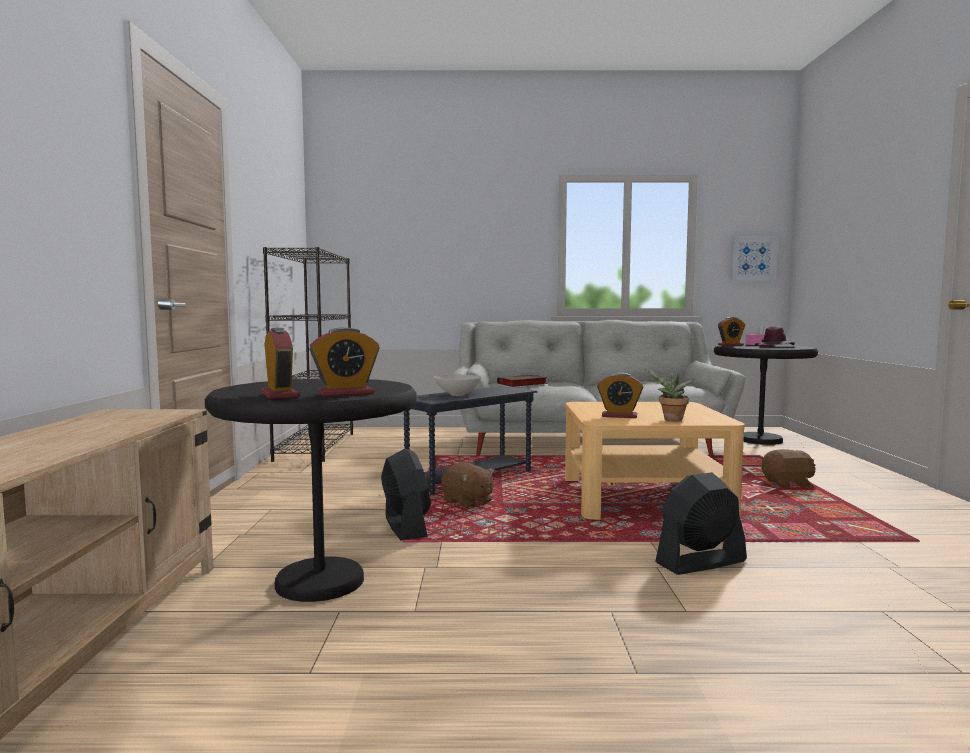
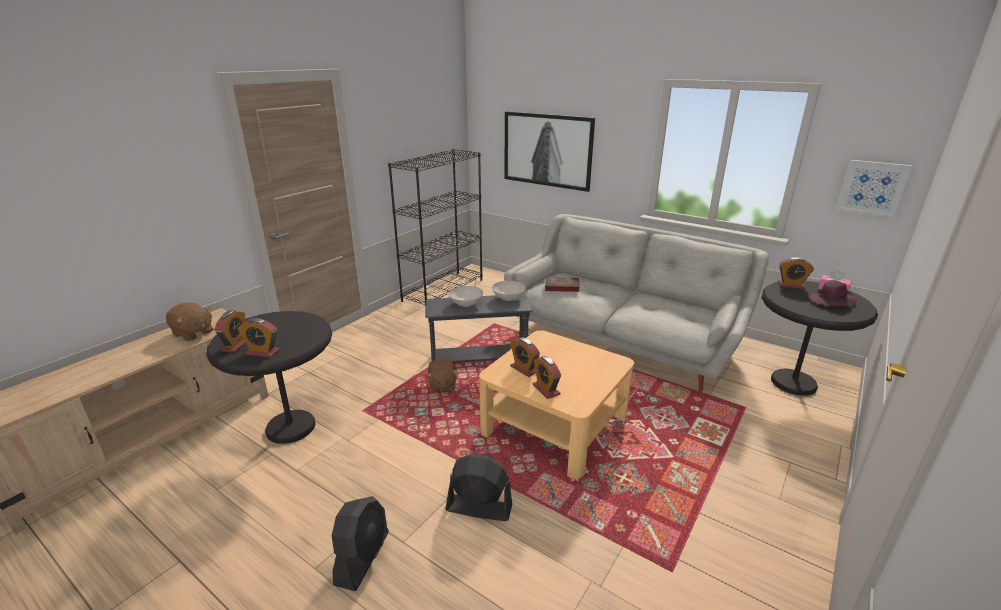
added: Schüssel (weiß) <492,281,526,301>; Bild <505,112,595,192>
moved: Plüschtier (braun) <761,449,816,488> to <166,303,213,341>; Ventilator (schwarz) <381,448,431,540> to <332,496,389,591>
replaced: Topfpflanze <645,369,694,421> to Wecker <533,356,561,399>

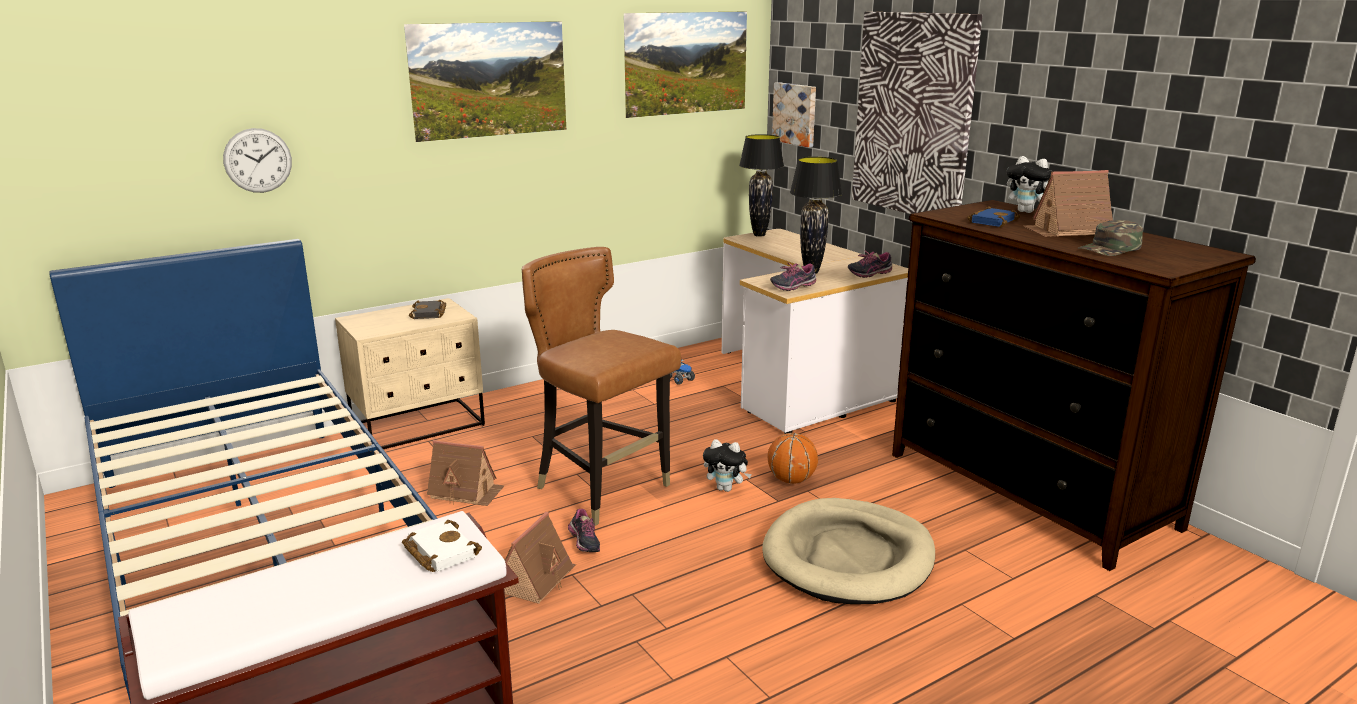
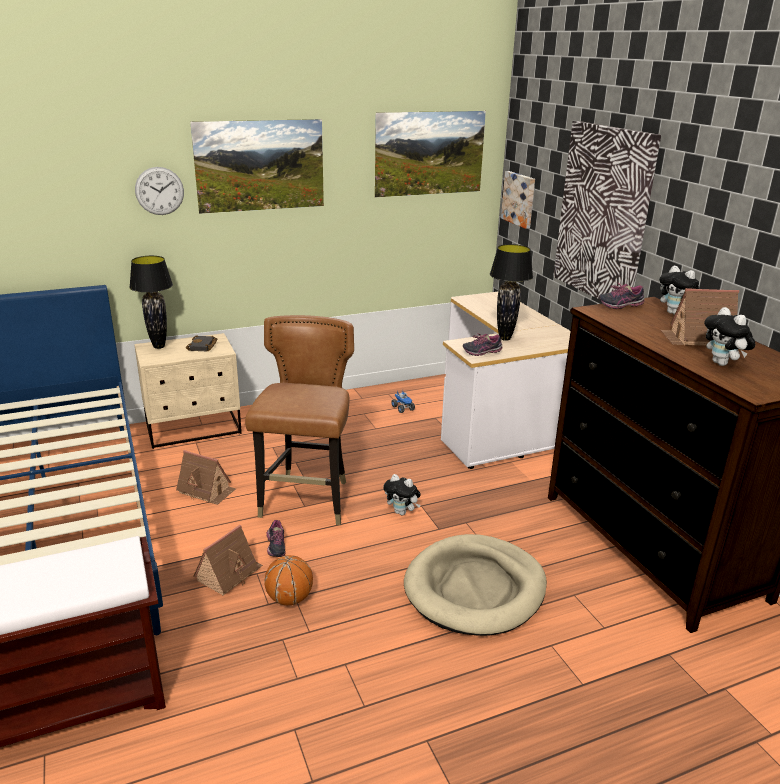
removed: Buch (weiß) <402,520,482,572>; Buch (blau) <967,206,1021,227>
moved: Tischlampe (schwarz) <739,134,784,237> to <129,256,173,349>; Wanduhr <223,128,292,193> to <135,167,184,215>; Basketball <768,433,818,484> to <265,555,313,605>; Schuh <848,251,892,278> to <599,282,645,309>
replaced: Kappe (grün) <1078,220,1143,256> to Plüschtier <704,307,755,366>
turned: Stuhl (braun) <522,247,681,526> = <245,315,354,525> 45 degrees clockwise

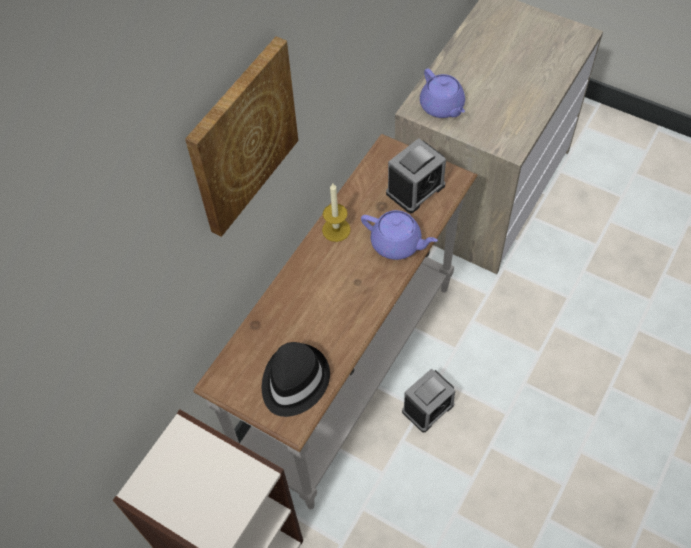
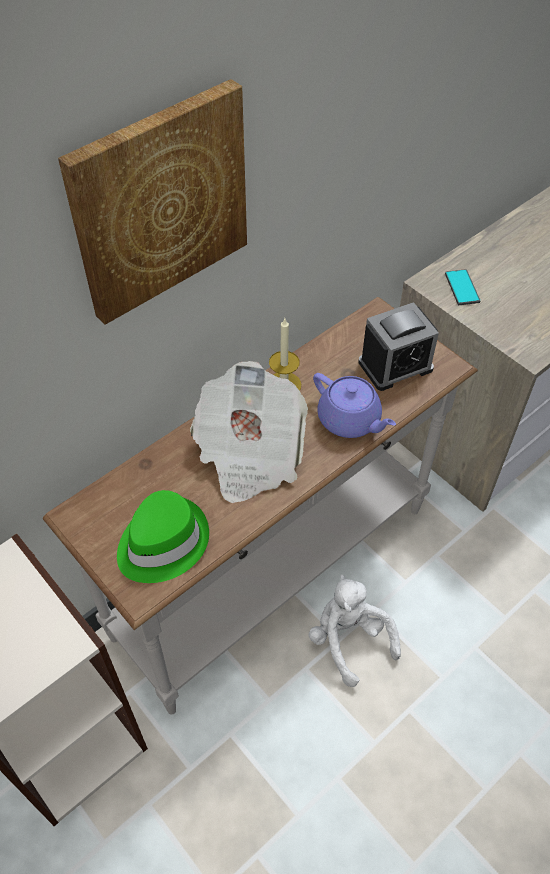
added: Zeitung <190,361,308,503>
replaced: Wecker <402,368,456,432> to Plüschtier (weiß) <308,574,401,687>; Teekanne (lila) <420,69,465,118> to Handy <445,269,481,305>
recoloured: Hut (schwarz) <262,342,330,417> to Hut (grün) <117,490,209,583>

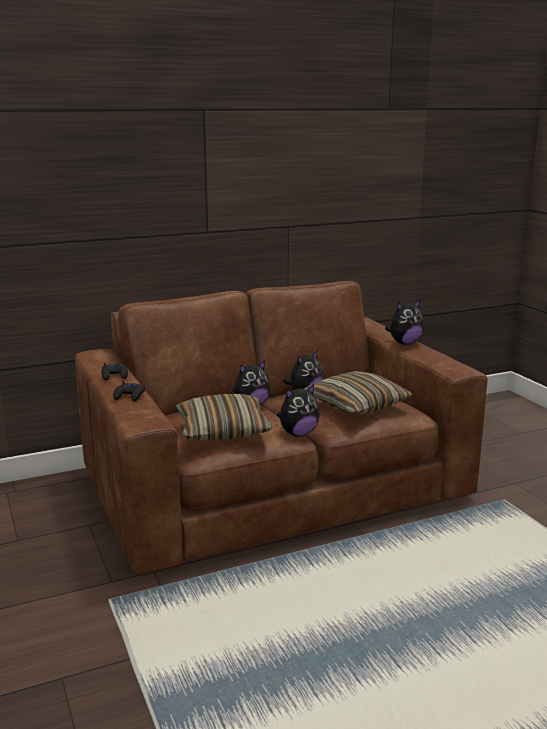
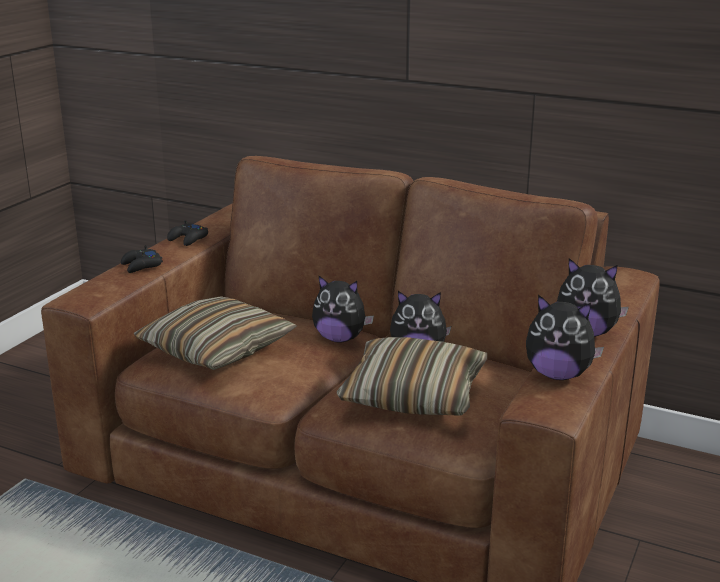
moved: Plüschtier <277,384,320,436> to <526,295,604,380>

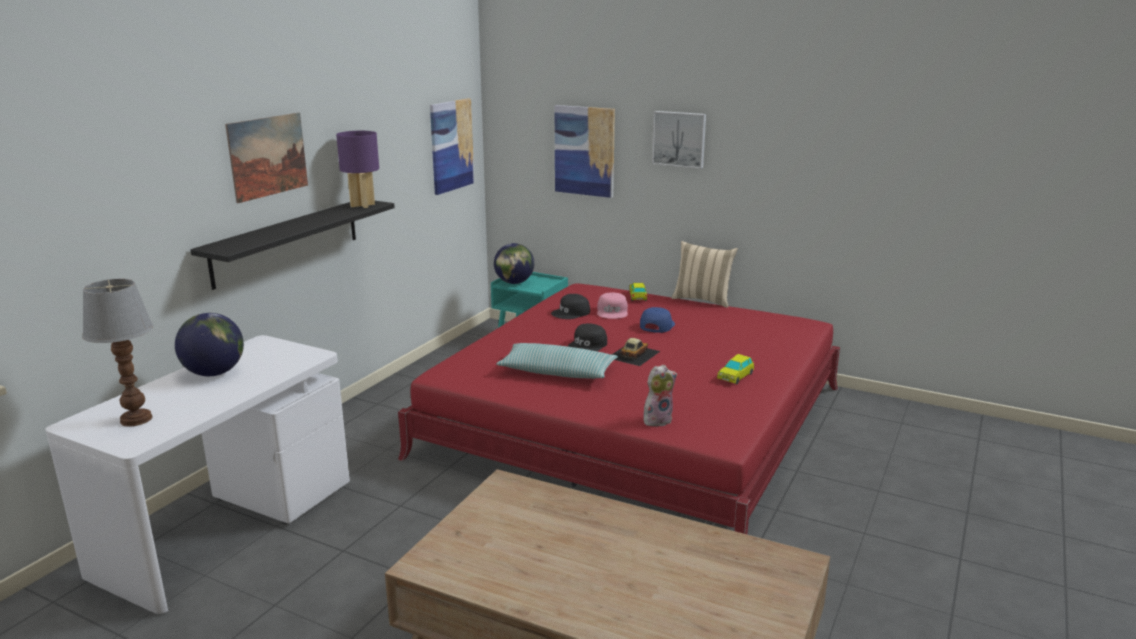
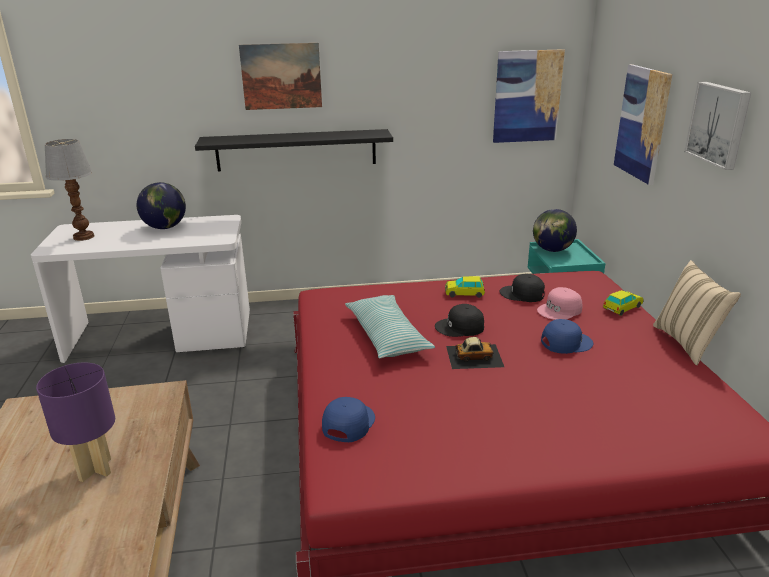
moved: Tischlampe (lila) <336,131,379,208> to <36,363,115,482>; Spielzeugauto <717,354,754,384> to <445,276,485,298>
replaced: Plüschtier <644,365,677,426> to Kappe (blau) <322,397,375,442>

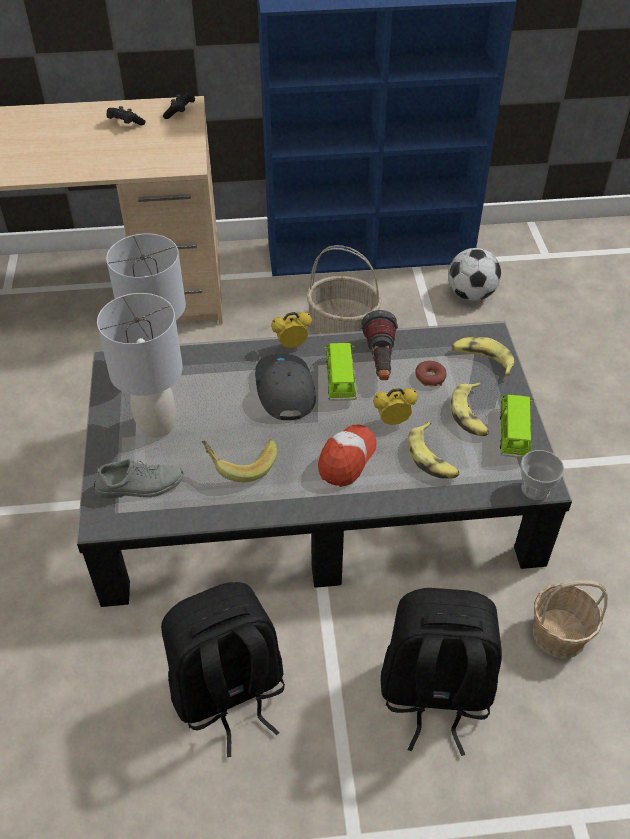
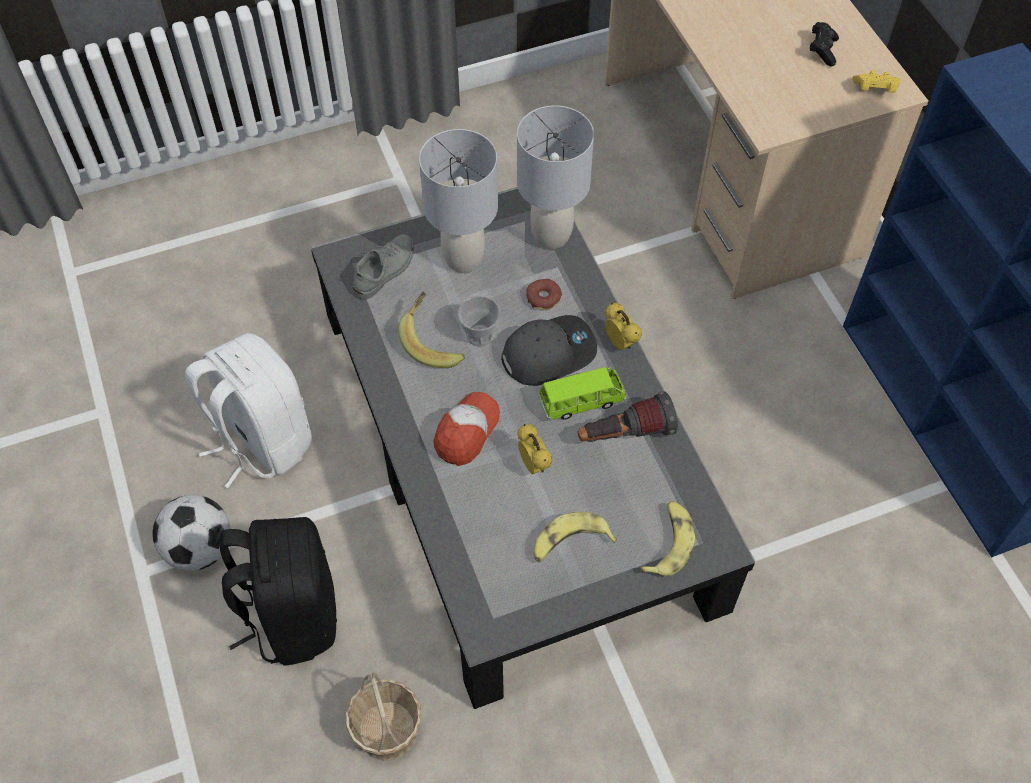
removed: Korb <306,245,382,334>; Banane <408,422,460,479>; Spielzeugauto (grün) <500,395,533,458>
moved: Fußball <448,248,501,301> to <153,495,231,571>; Tasse <520,450,565,500> to <458,296,501,347>; Donut <415,361,447,386> to <526,279,562,310>
recoloured: Rucksack (schwarz) <161,582,285,757> to Rucksack (weiß) <185,333,312,488>; Gamepad (schwarz) <163,92,195,119> to Gamepad (gelb) <852,70,901,93>
turned: Schuh (grau) <94,459,183,498> = <353,234,414,299> 120 degrees counterclockwise; Kappe <318,425,377,487> = <433,392,500,466> 75 degrees counterclockwise

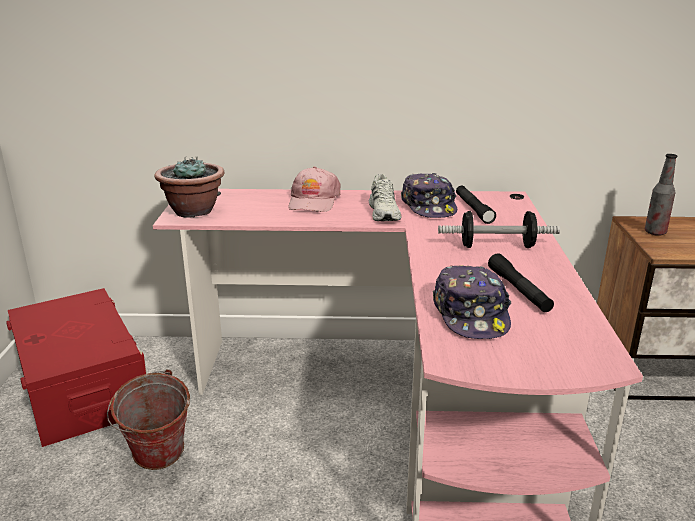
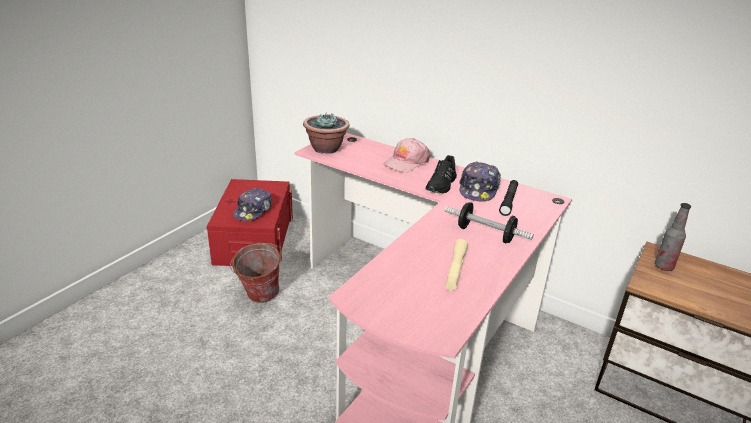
moved: Kappe <433,265,511,339> to <233,188,271,221>
recoloured: Schuh (weiß) <369,174,401,221> to Schuh (schwarz) <426,155,457,194>; Taschenlampe (schwarz) <488,253,554,312> to Taschenlampe (beige) <445,239,468,291>

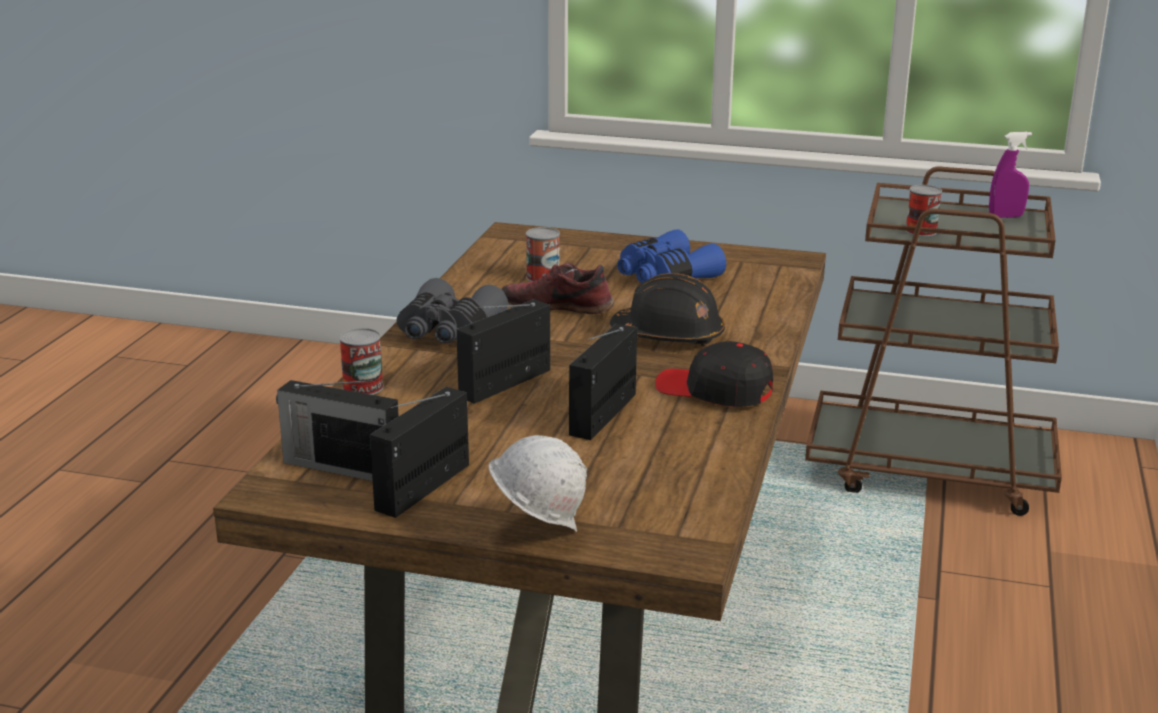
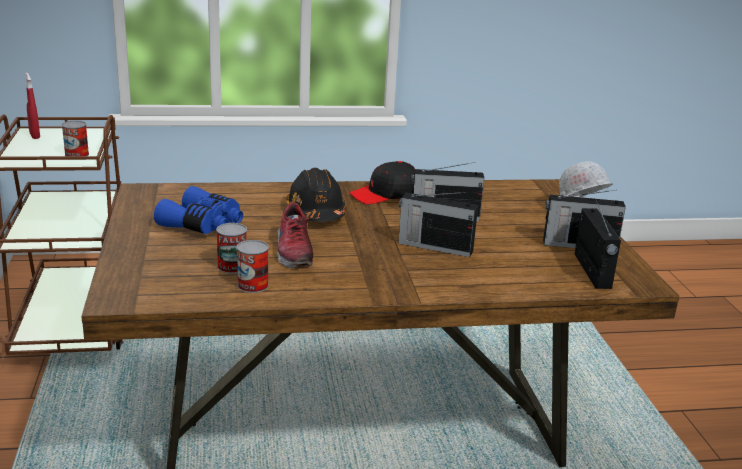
removed: Fernglas (grau) <397,278,508,343>
moved: Dose <339,328,384,395> to <237,240,269,293>
recoloured: Sprühflasche (lila) <989,132,1032,218> to Sprühflasche (rot) <25,72,40,139>
turned: Kappe (schwarz) <655,341,773,407> = <350,161,415,204> 60 degrees clockwise

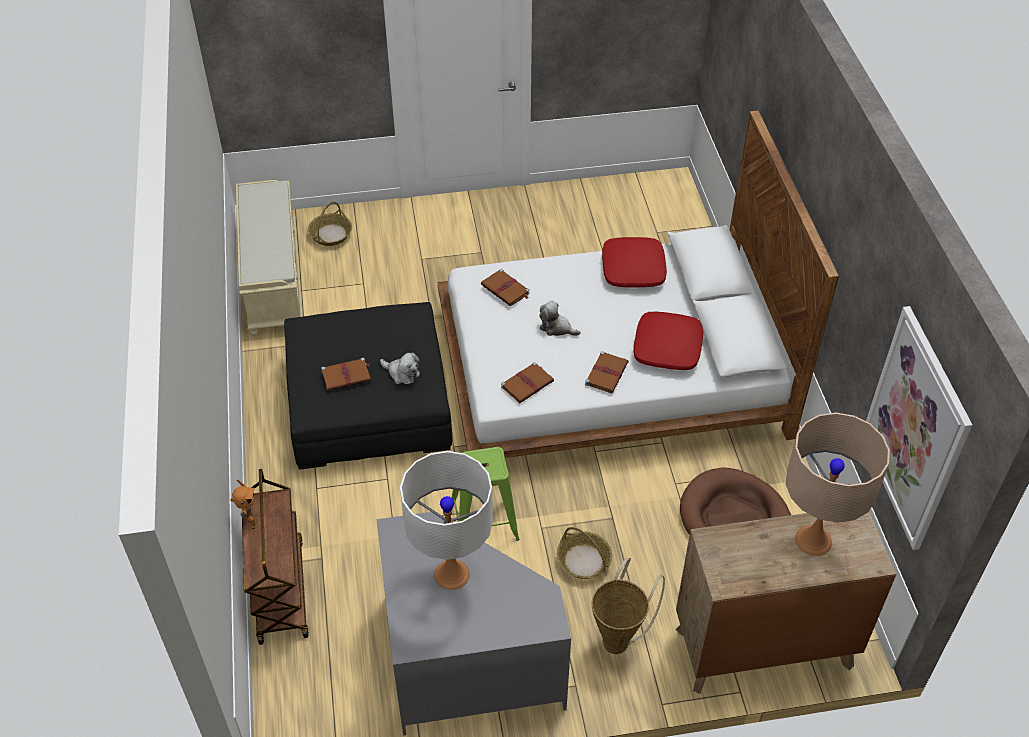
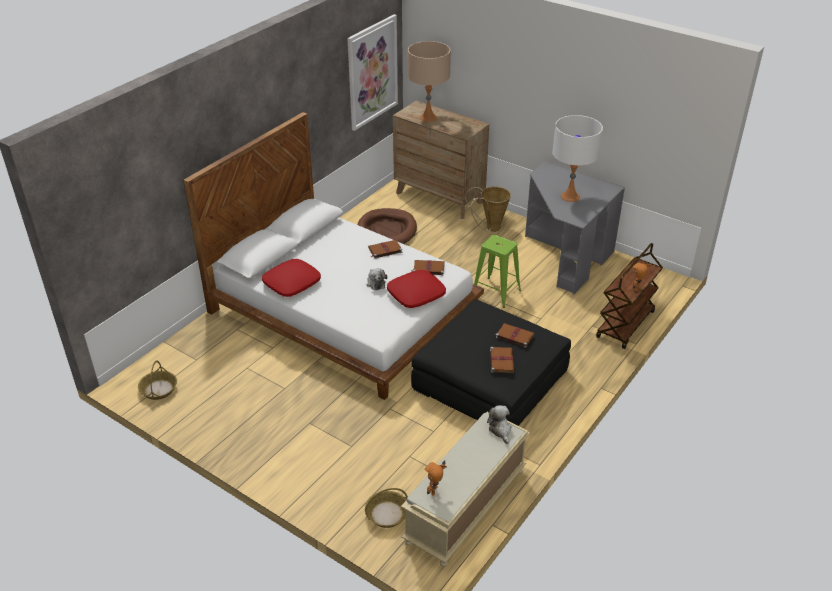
added: Spielzeugroboter <424,460,447,496>
moved: Korb <557,527,612,579> to <138,361,177,400>; Kissen (rot) <633,312,703,370> to <387,270,446,308>; Plüschtier <380,352,420,384> to <487,405,511,444>; Buch (braun) <481,269,530,306> to <490,347,515,373>

